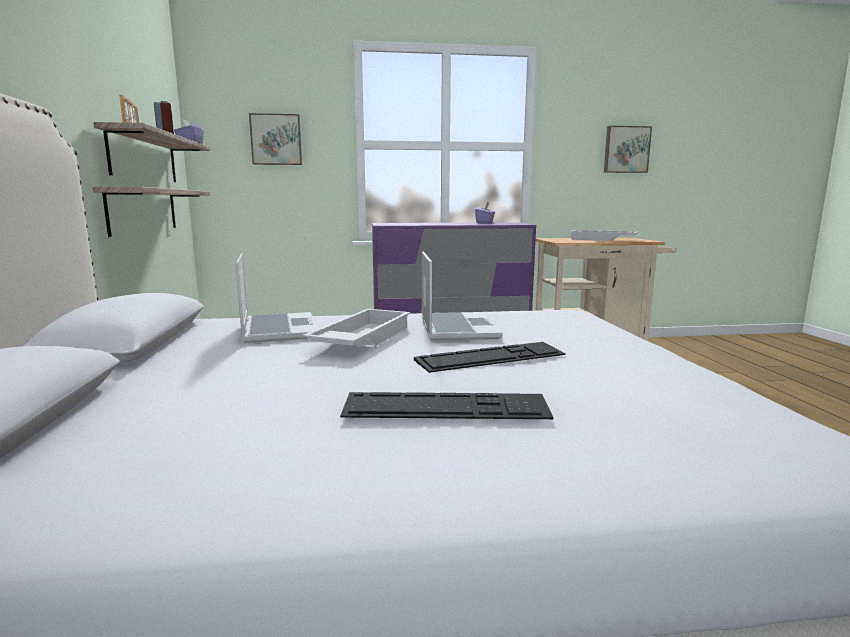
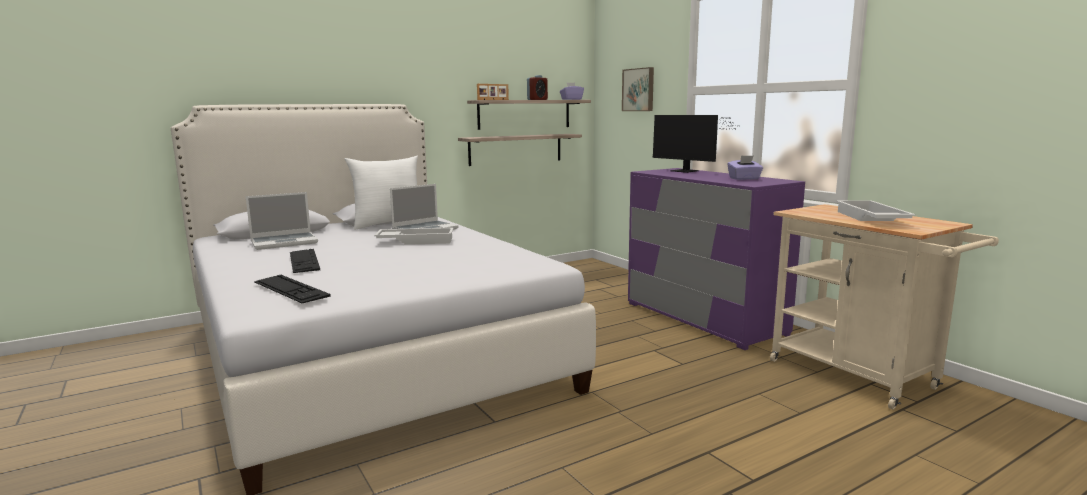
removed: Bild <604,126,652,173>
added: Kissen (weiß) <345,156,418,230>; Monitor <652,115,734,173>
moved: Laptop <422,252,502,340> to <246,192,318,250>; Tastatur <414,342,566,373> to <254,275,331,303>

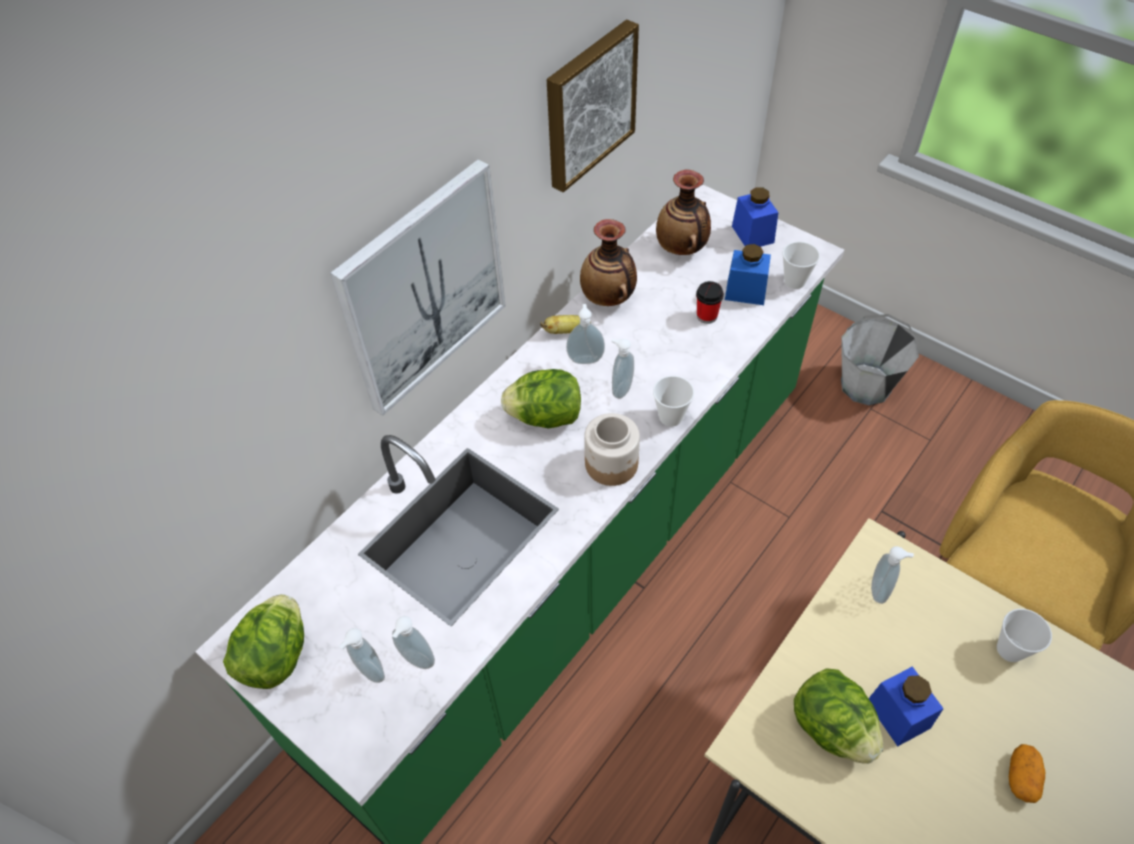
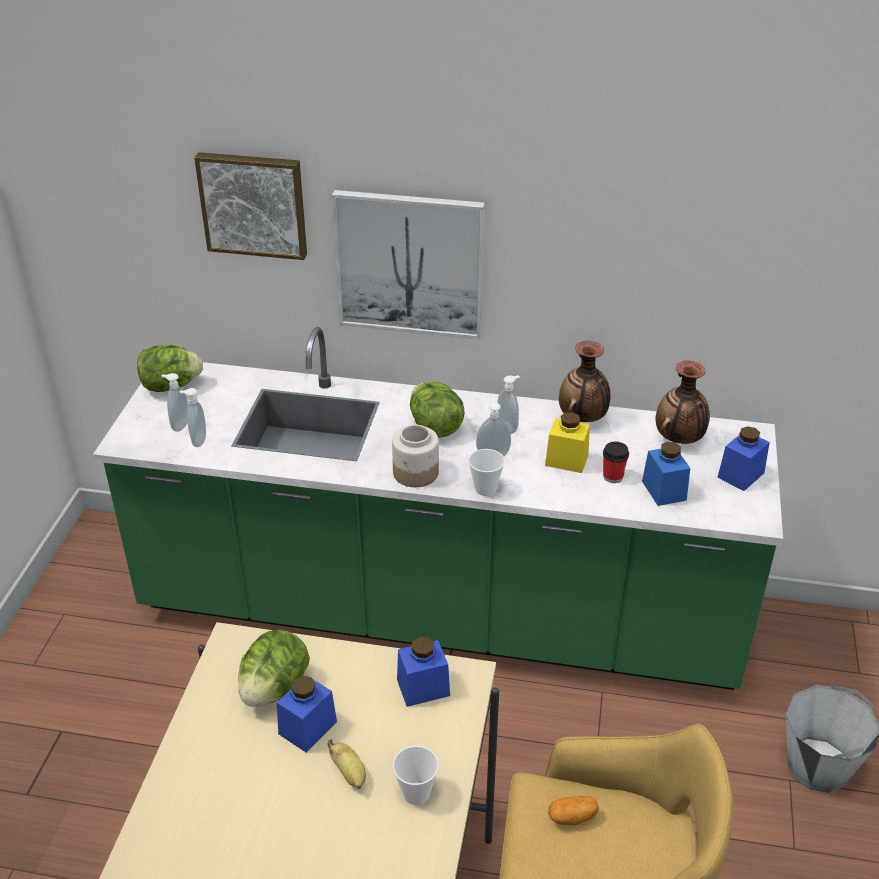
removed: Tasse <783,242,820,289>
added: Vorratsglas (gelb) <545,412,590,473>
moved: Bild <547,20,639,192> to <194,152,307,260>; Banane <540,315,591,334> to <327,739,366,789>; Kartoffel <1009,744,1045,803> to <548,796,599,825>
replaced: Seifenspender <871,546,914,604> to Vorratsglas (blau) <397,637,450,707>

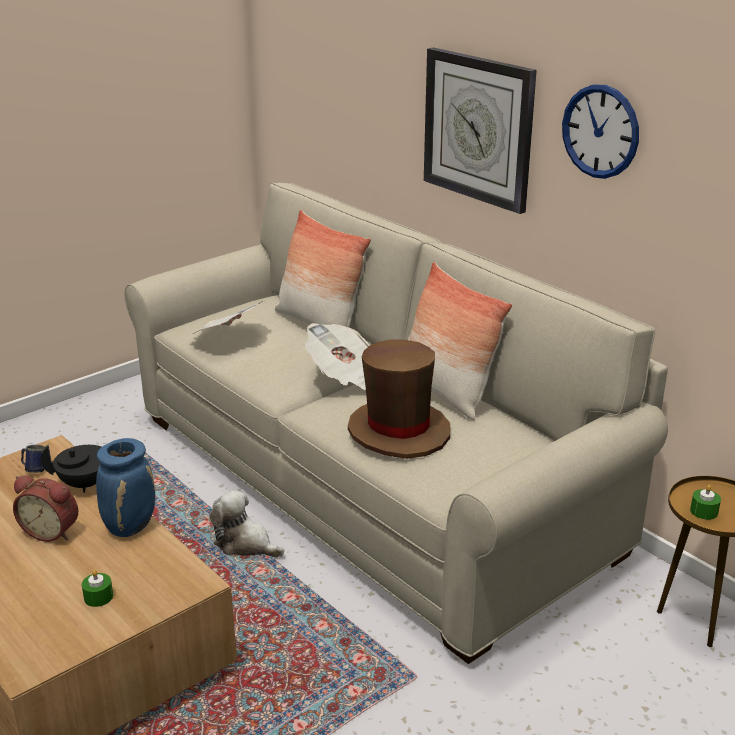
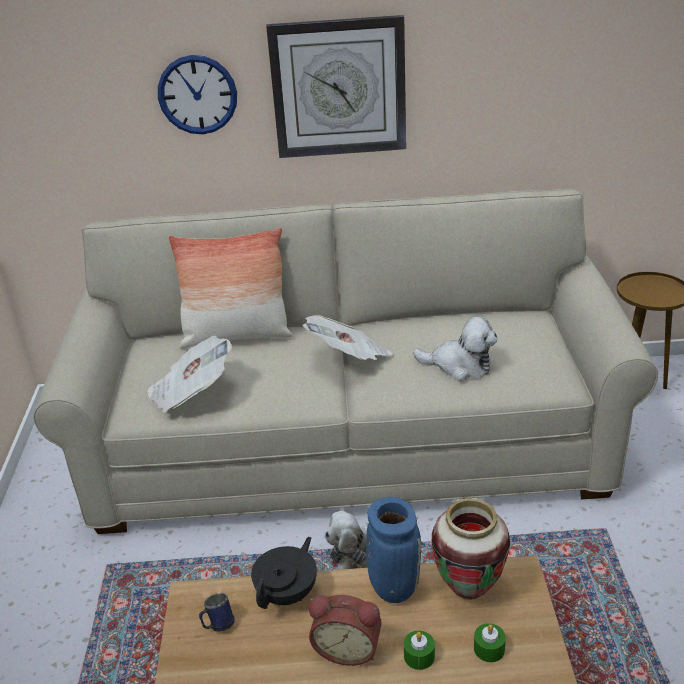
removed: Kissen <408,262,512,420>
added: Vase <432,498,510,600>
moved: Wanduhr <562,85,639,179> to <158,55,237,134>; Kerze (grün) <690,485,721,520> to <404,631,435,670>
replaced: Hut (braun) <348,340,450,459> to Plüschtier <413,316,497,381>
turned: Wecker <13,475,78,542> = <309,595,382,666> 45 degrees clockwise

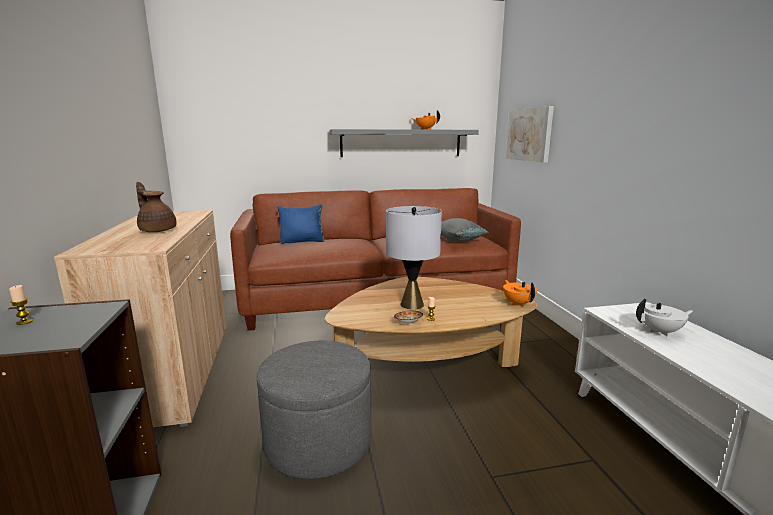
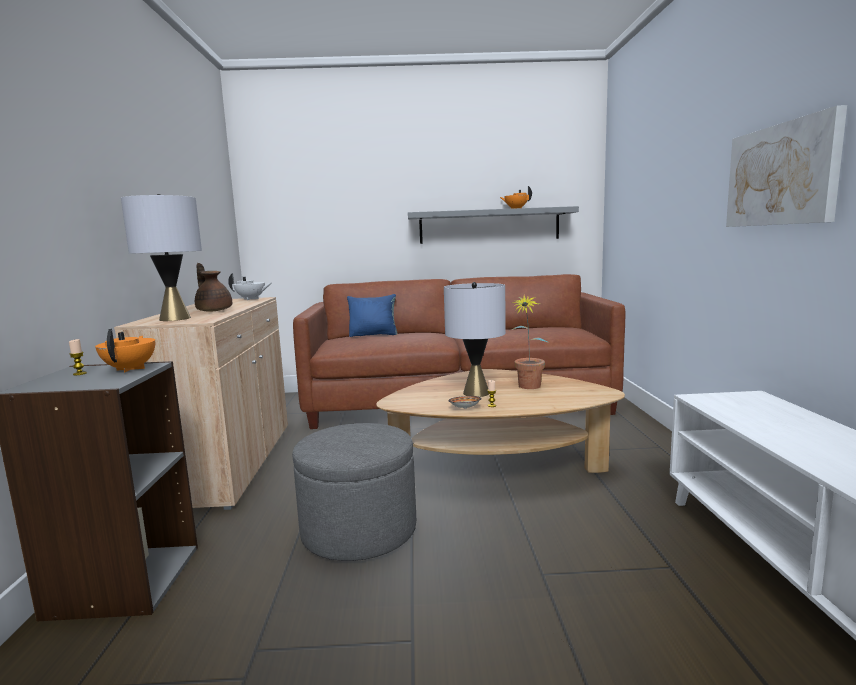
removed: Kissen (grau) <441,218,489,242>
added: Tischlampe (grau) <121,194,202,321>; Topfpflanze <511,295,548,389>
moved: Teekanne (orange) <503,280,537,307> to <95,329,155,372>; Teekanne (weiß) <636,299,693,337> to <228,273,272,300>; Bild <506,106,554,162> to <726,105,847,227>

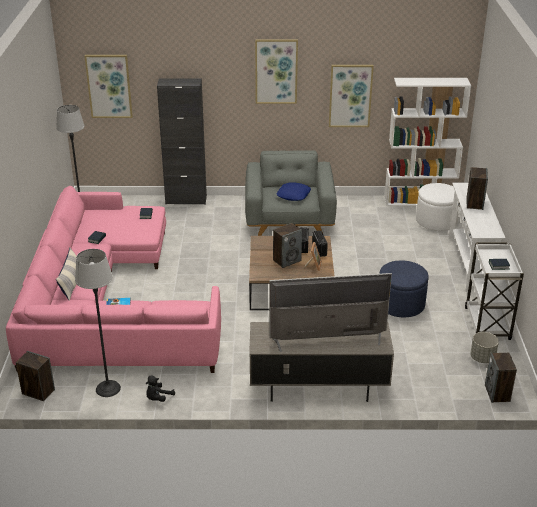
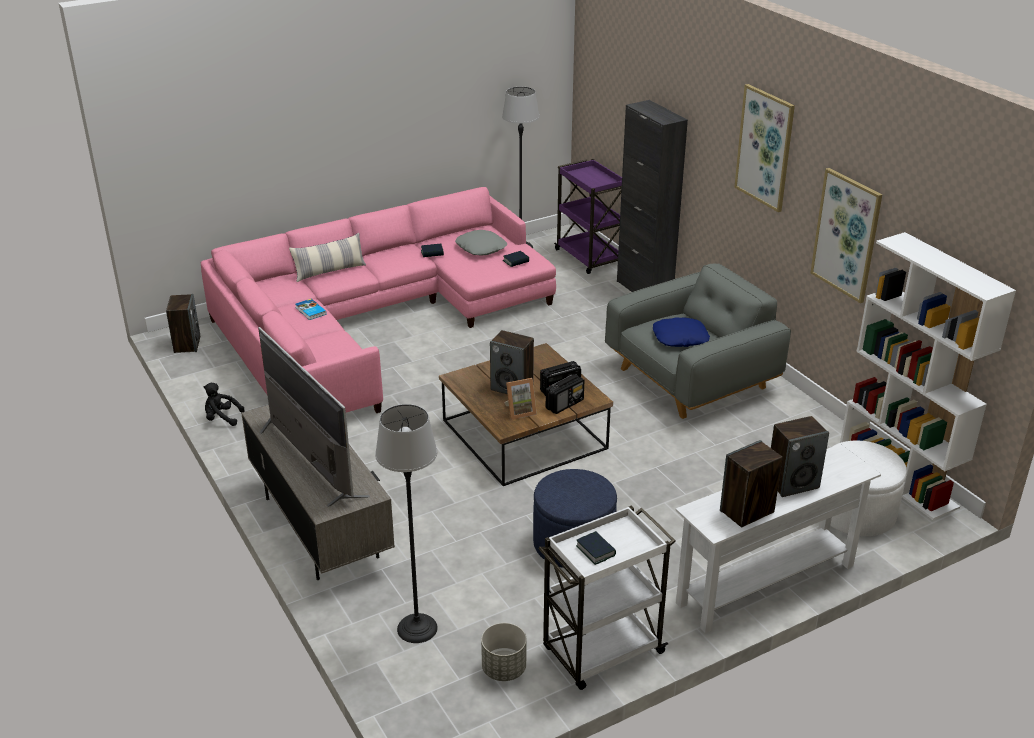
removed: Bild <84,55,133,118>
added: Kissen (grau) <455,230,507,256>; Rollwagen (lila) <554,159,622,274>
moved: Stehlampe <75,249,121,397> to <375,404,438,643>; Lautsprecher <485,353,517,403> to <720,440,783,527>

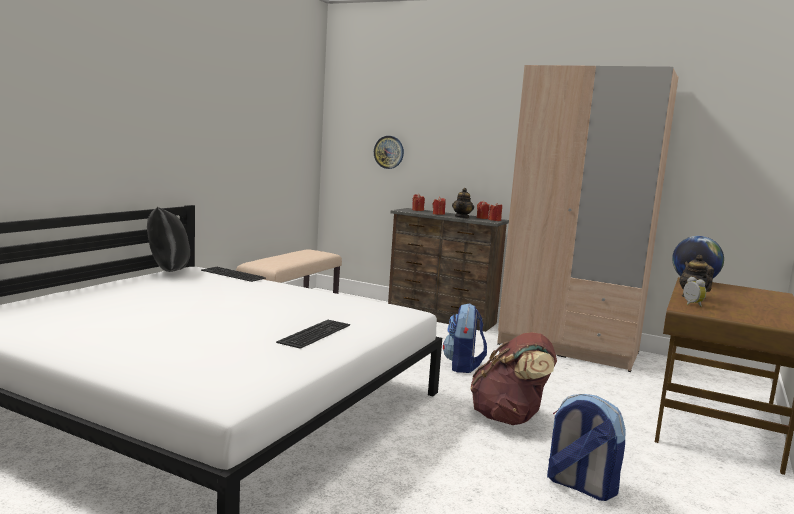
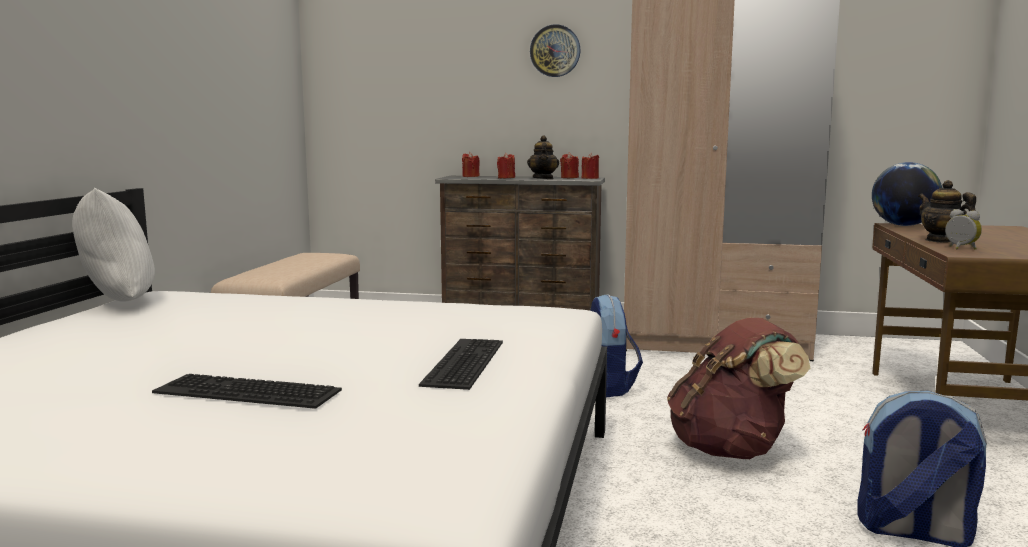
moved: Tastatur <201,267,266,282> to <152,374,342,409>; Wanduhr <374,136,404,169> to <530,24,581,77>
recoloured: Kissen (schwarz) <147,207,190,272> to Kissen (weiß) <72,188,155,302>

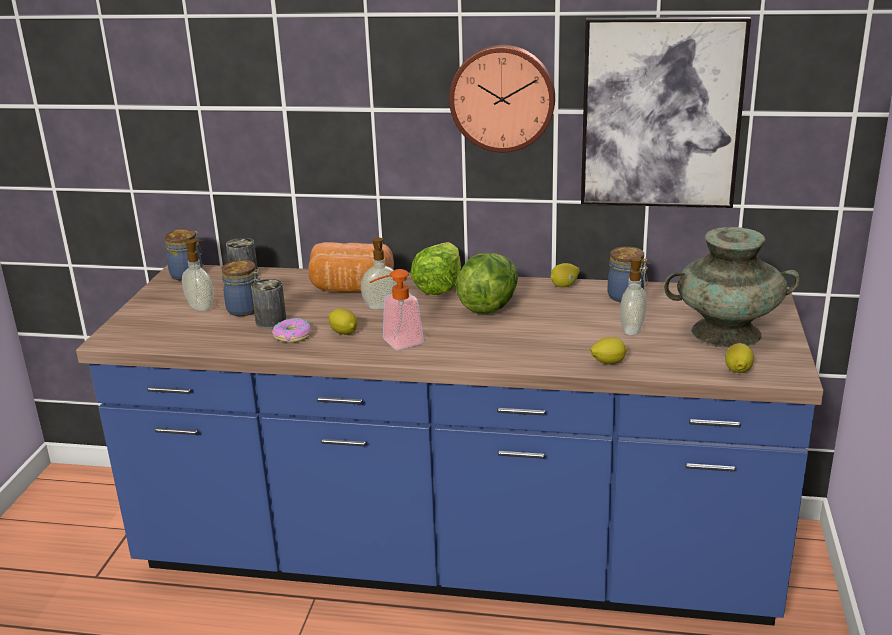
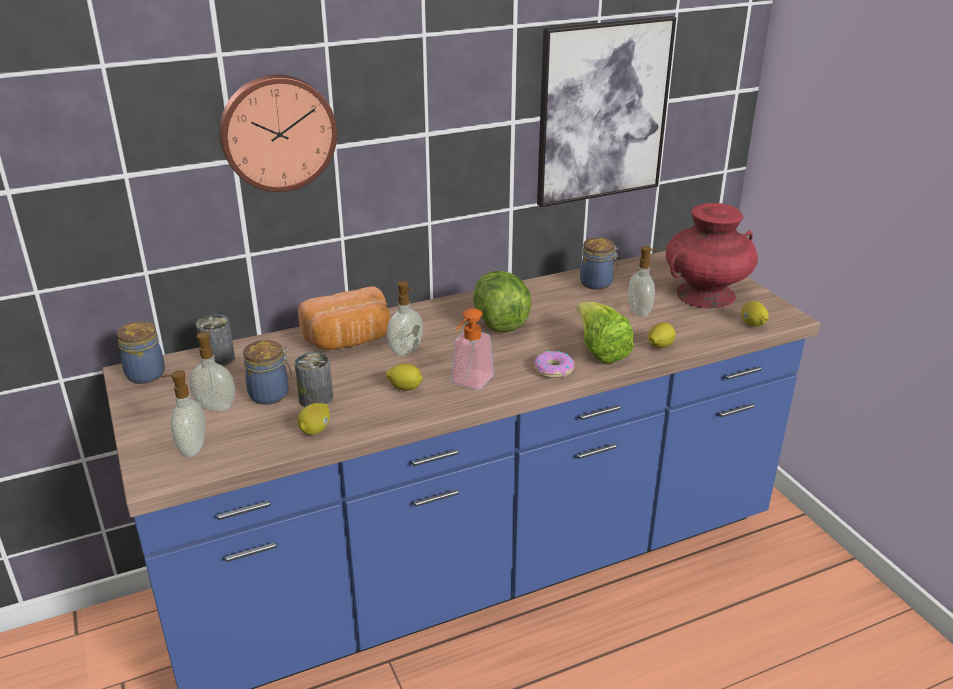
added: Seifenspender <161,370,206,457>
moved: Wanduhr <449,45,555,152> to <219,74,337,192>; Zitrone <550,263,580,287> to <297,403,330,435>; Donut <272,318,311,343> to <534,351,574,378>; Salatkopf <410,242,461,295> to <577,302,634,364>
recoloured: Vase (türkis) <664,227,799,348> to Vase (rot) <666,203,758,308>

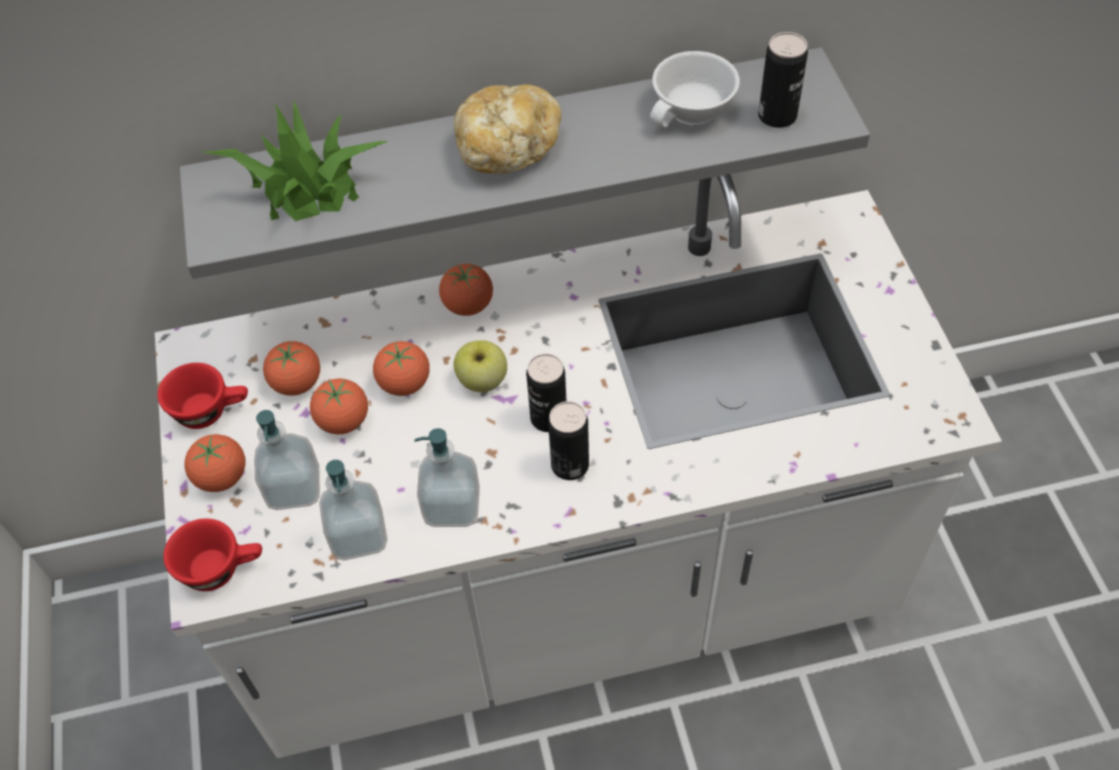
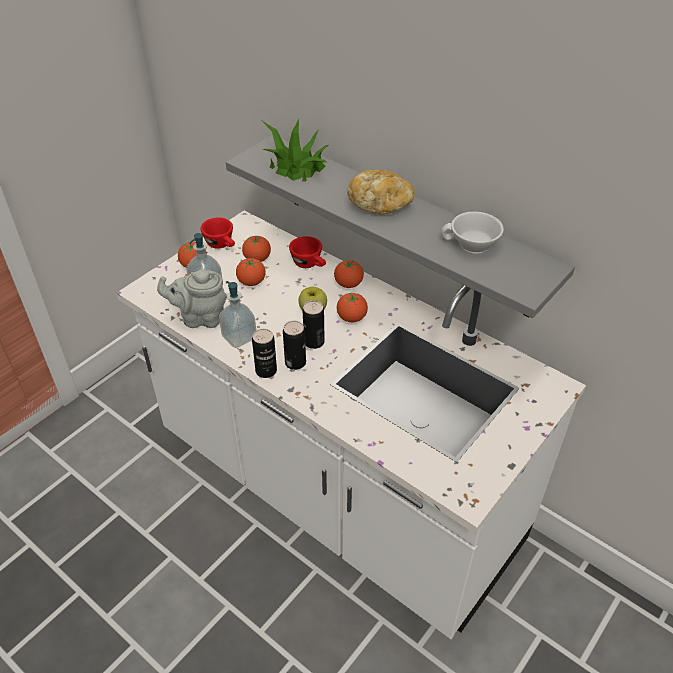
moved: Dose <758,32,808,128> to <252,329,277,378>; Tasse (rot) <163,518,262,591> to <289,236,326,268>; Tomate <373,341,430,396> to <337,293,368,322>
replaced: Seifenspender <319,460,387,560> to Teekanne (grau) <157,269,227,328>

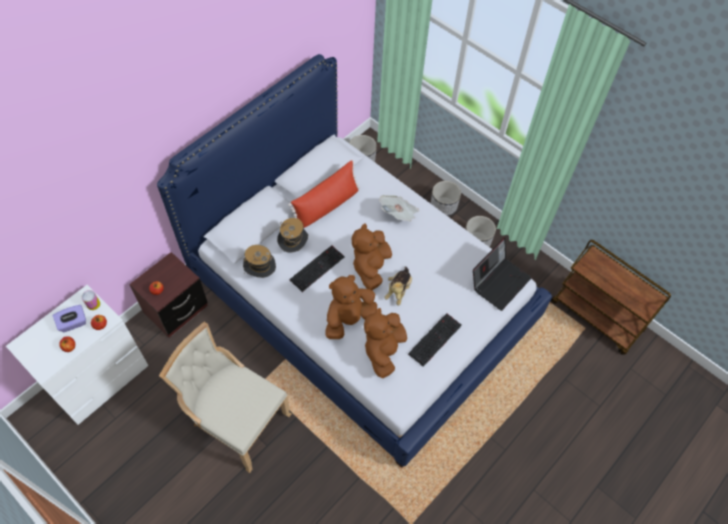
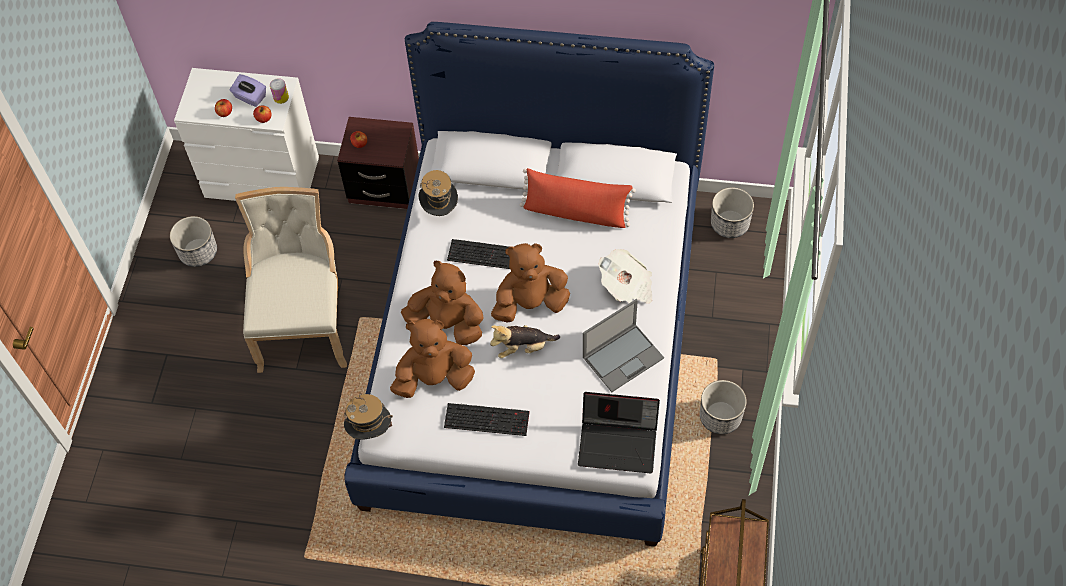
added: Laptop <583,299,664,392>
moved: Pflanzkübel <431,181,461,216> to <170,216,217,267>; Hut <277,218,308,253> to <344,391,393,440>

